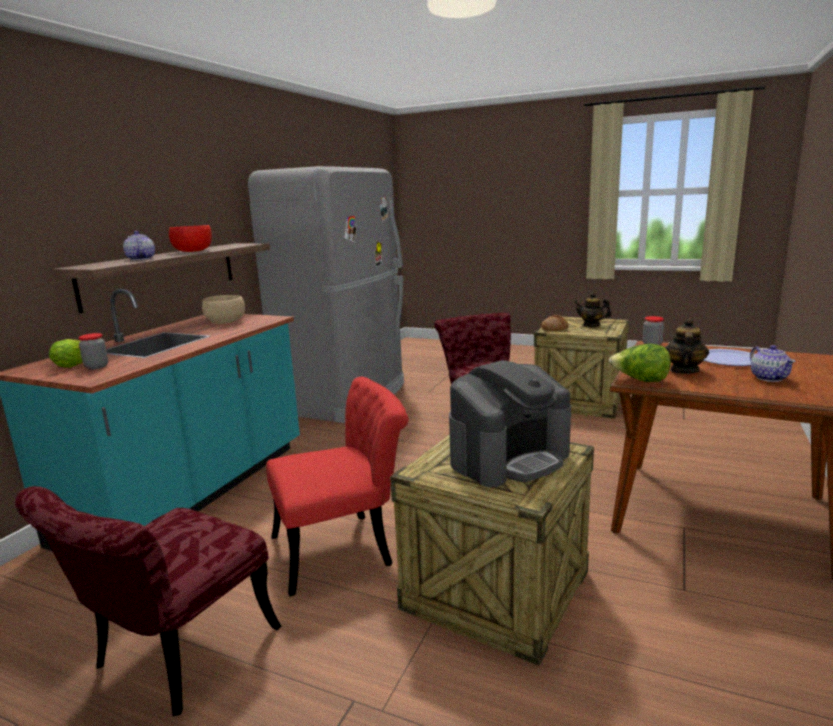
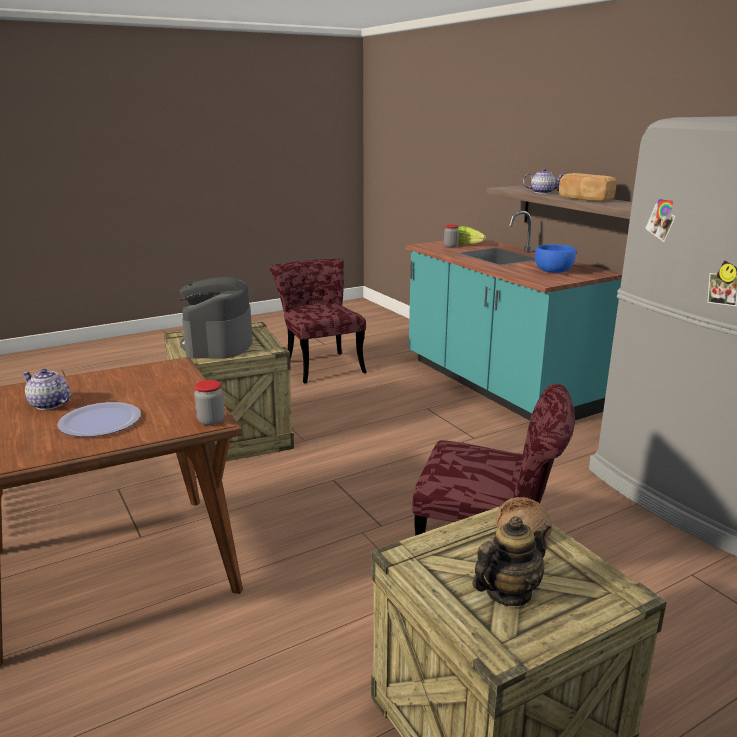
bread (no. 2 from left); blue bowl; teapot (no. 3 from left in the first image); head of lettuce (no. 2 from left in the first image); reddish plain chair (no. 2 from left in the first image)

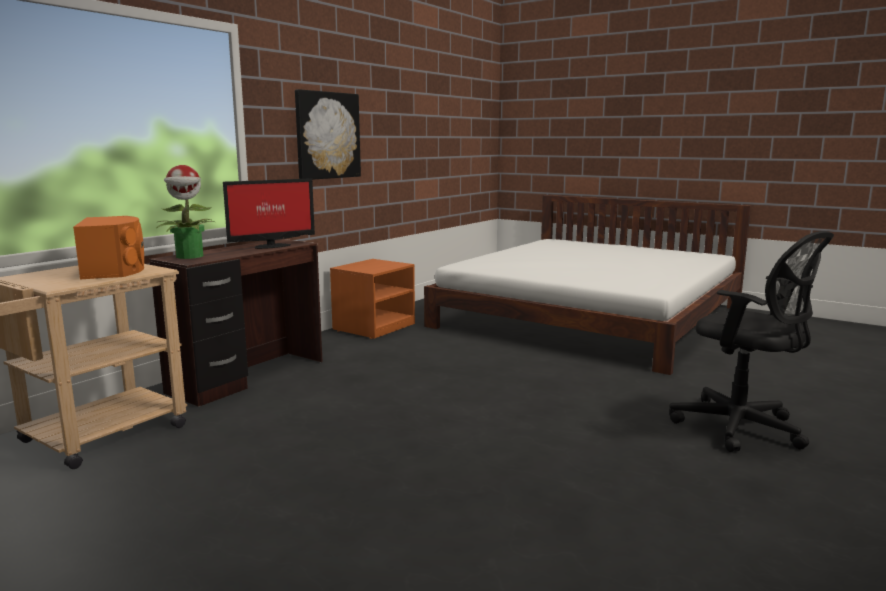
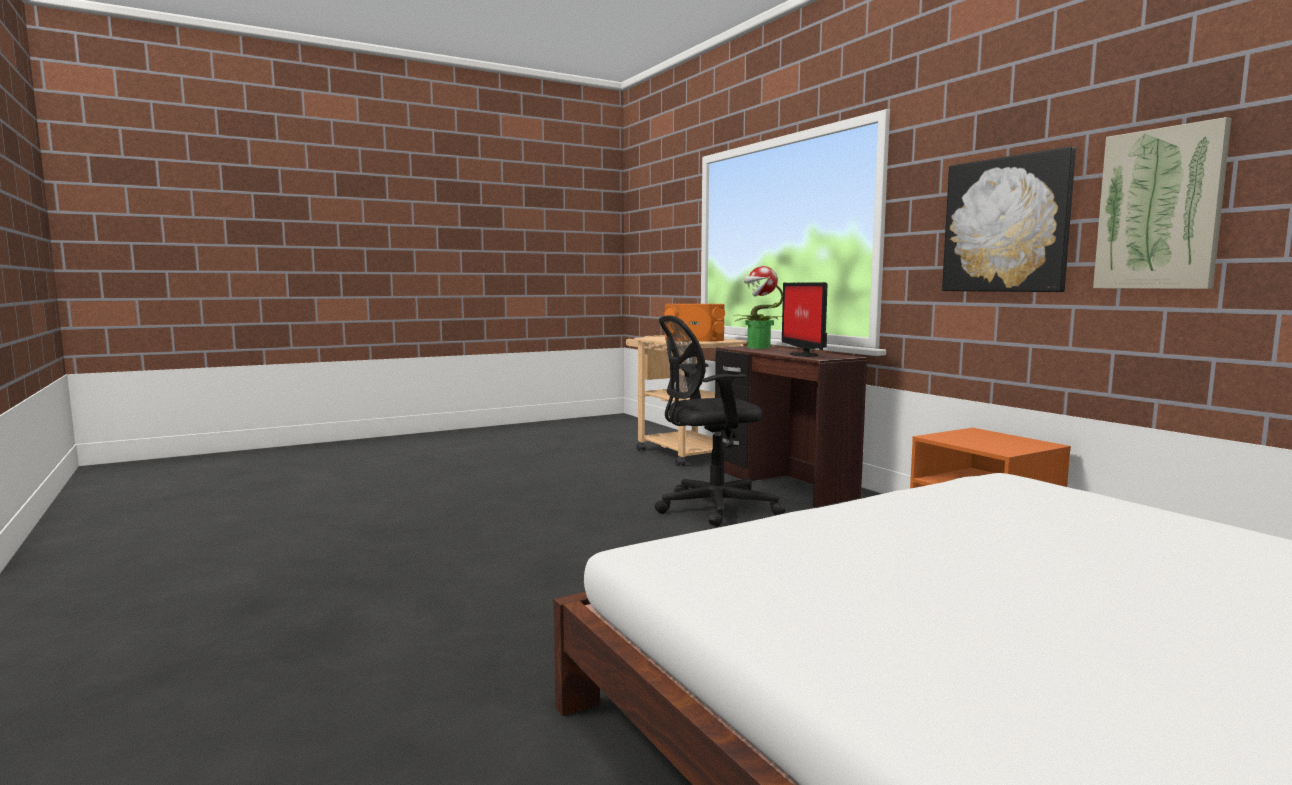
black office chair; wall picture (no. 2 from left)

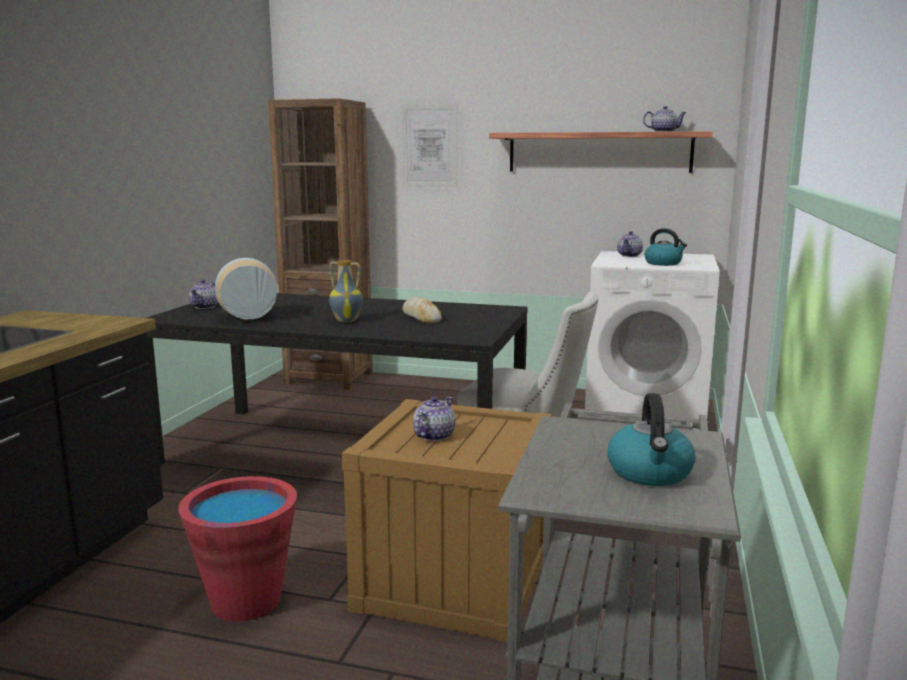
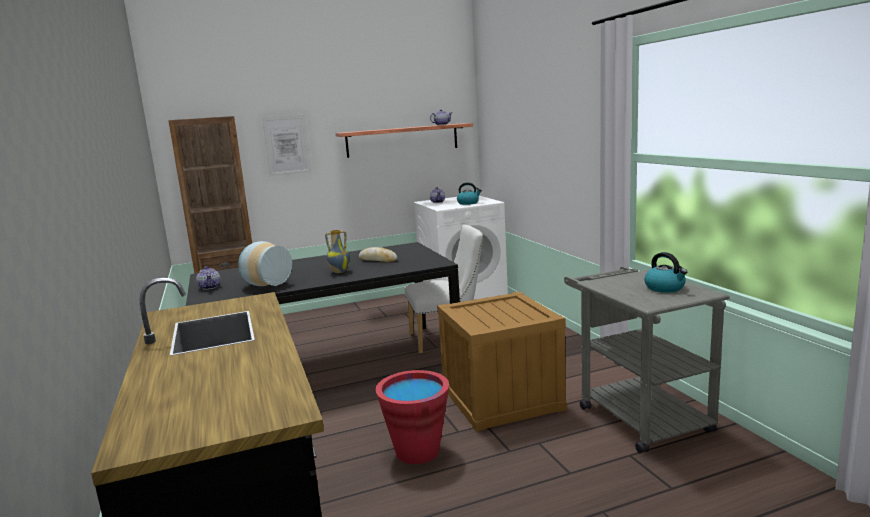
teapot (no. 2 from left in the first image)

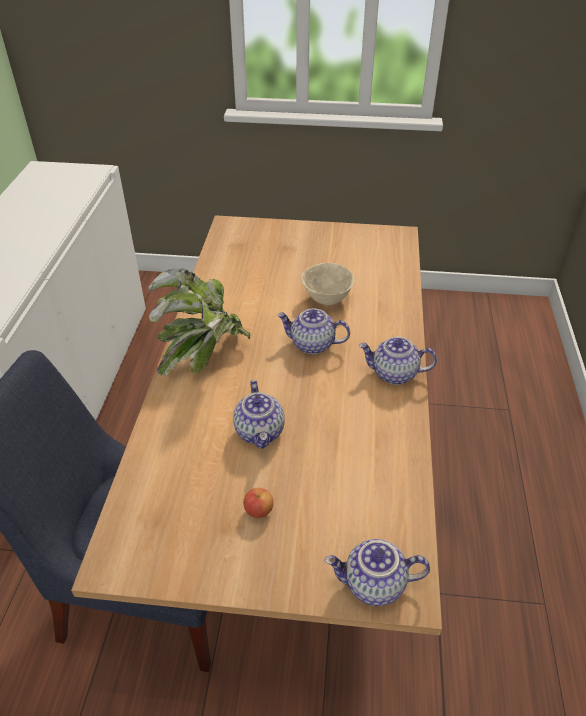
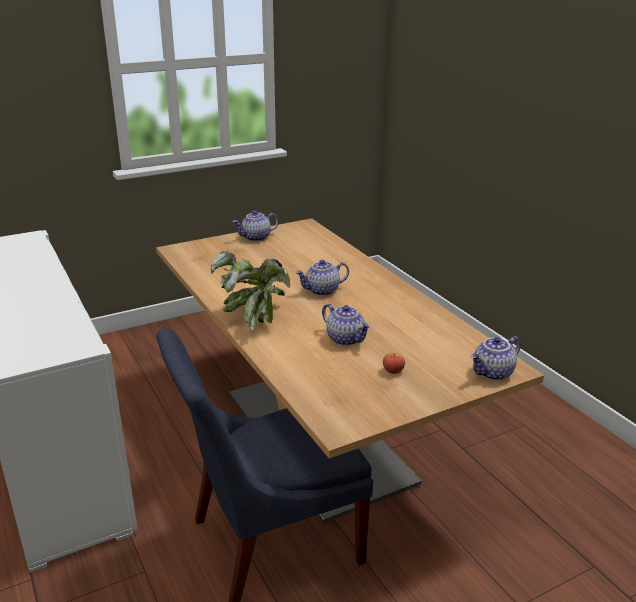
beige-coloured bowl; teapot (no. 1 from left)

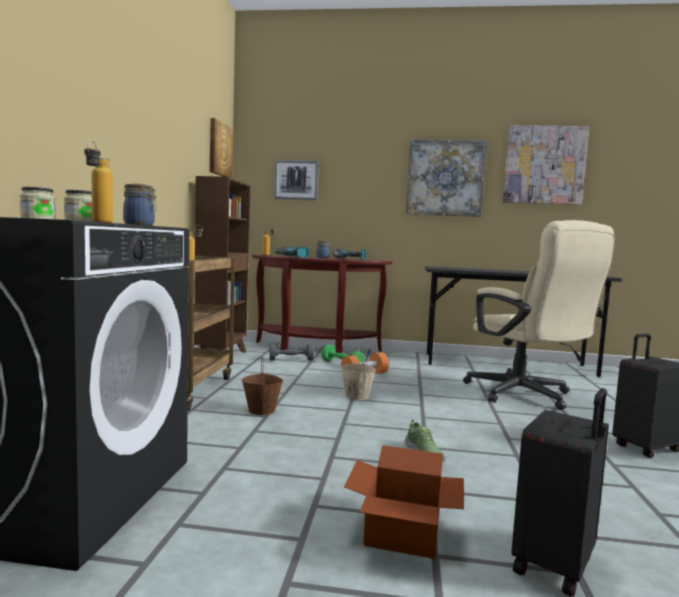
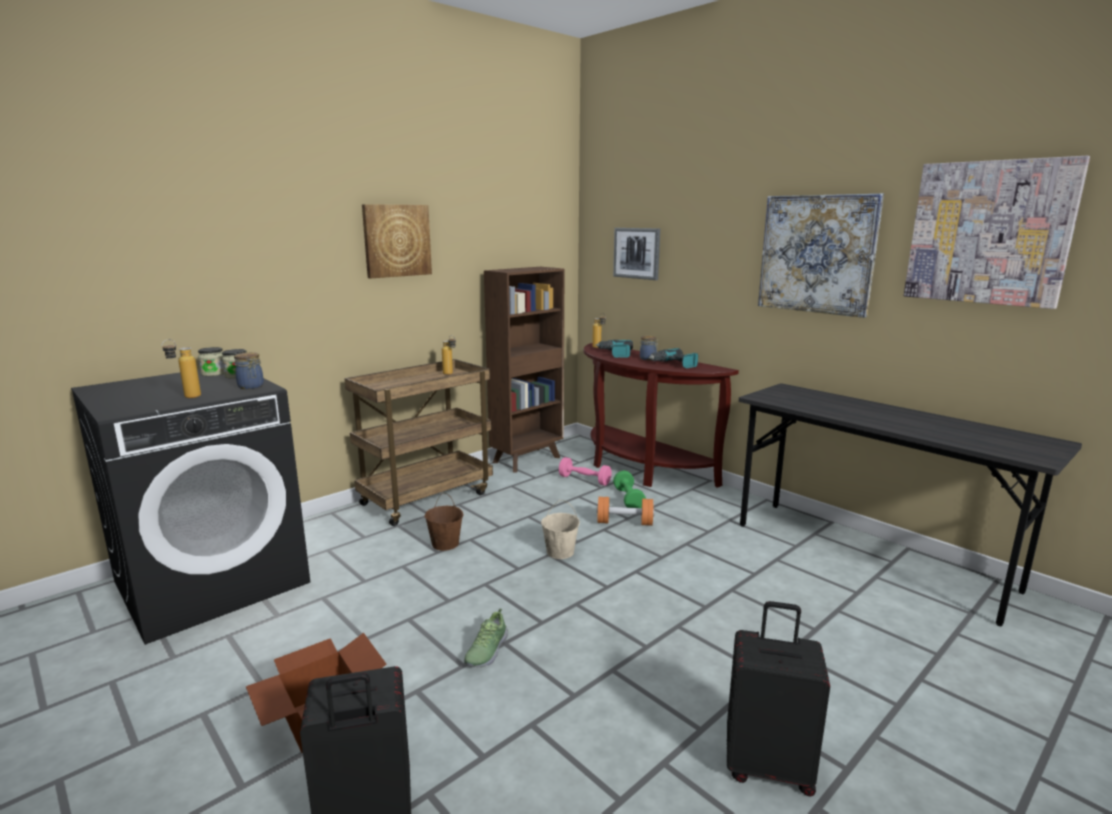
wall picture (no. 1 from left); beige-coloured office chair; pink hand weight

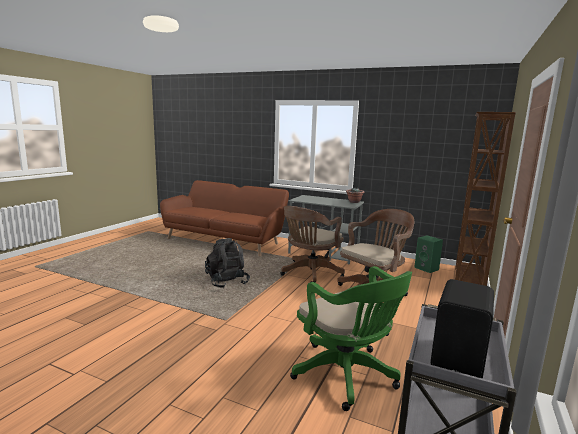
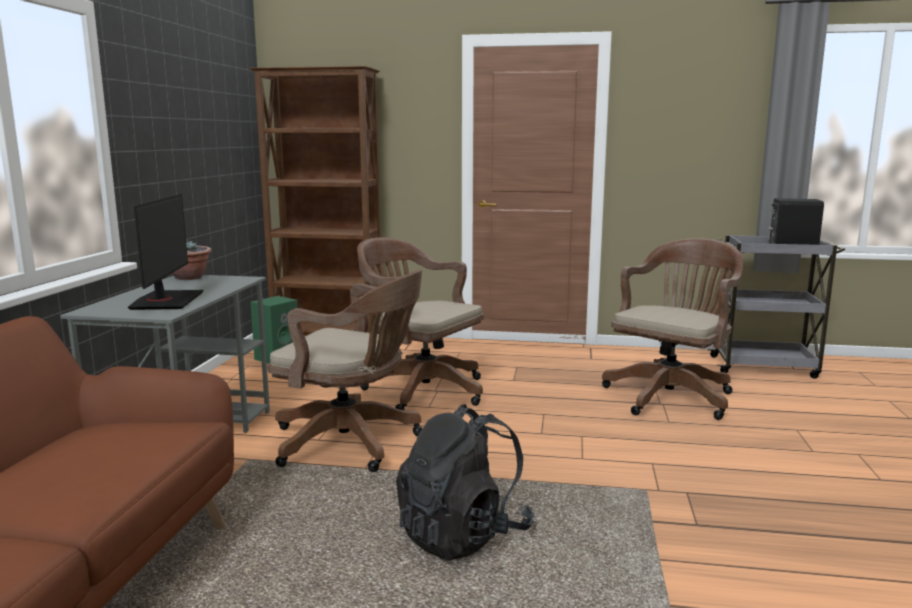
brown-coloured office chair (no. 3 from left); monitor

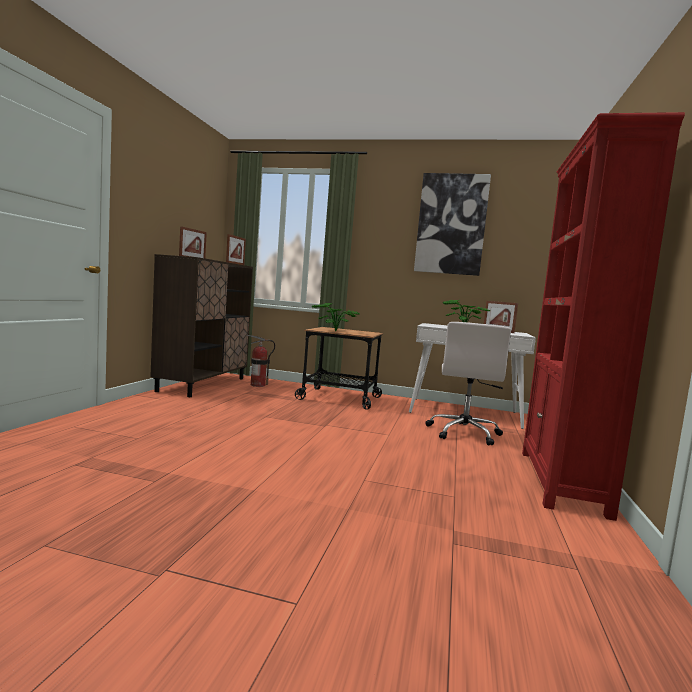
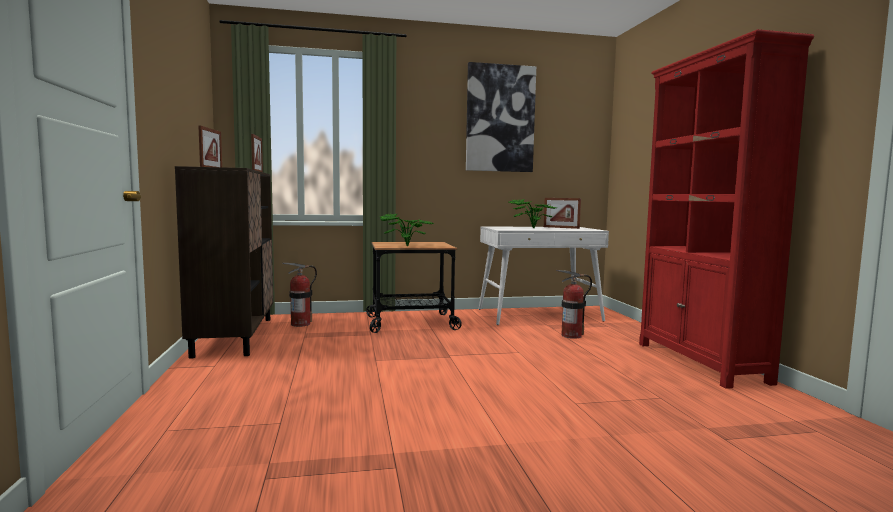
fire extinguisher (no. 2 from left)

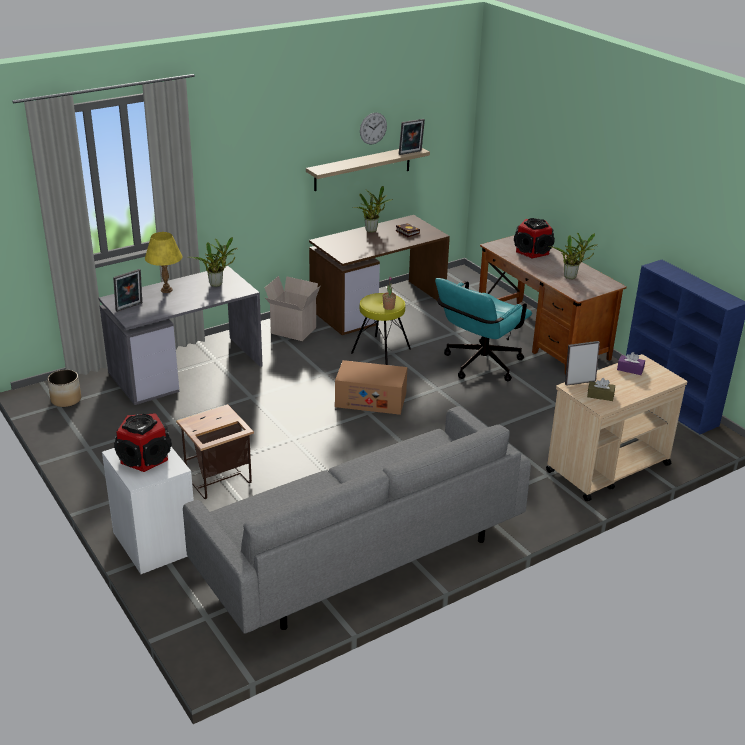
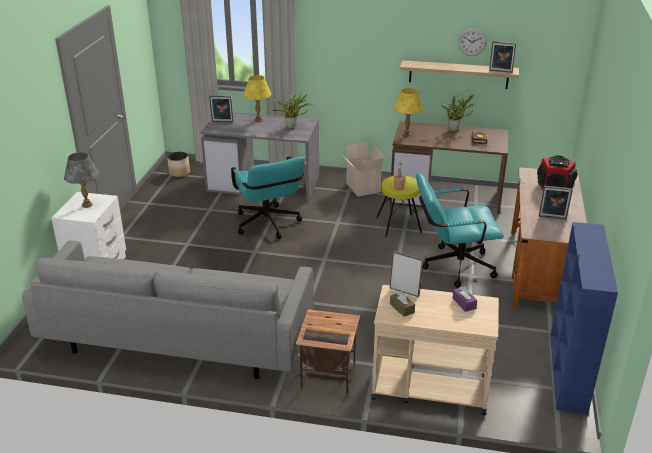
photo frame (no. 4 from left); carton (no. 2 from left in the first image); side table; gray lamp for a table; yellowish lamp for a table (no. 2 from left); turquoise office chair (no. 1 from left)

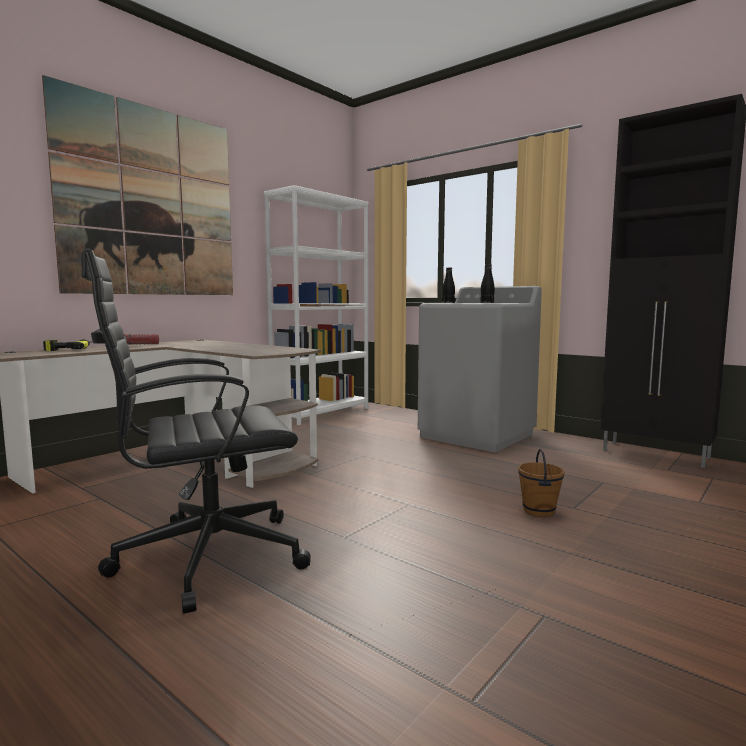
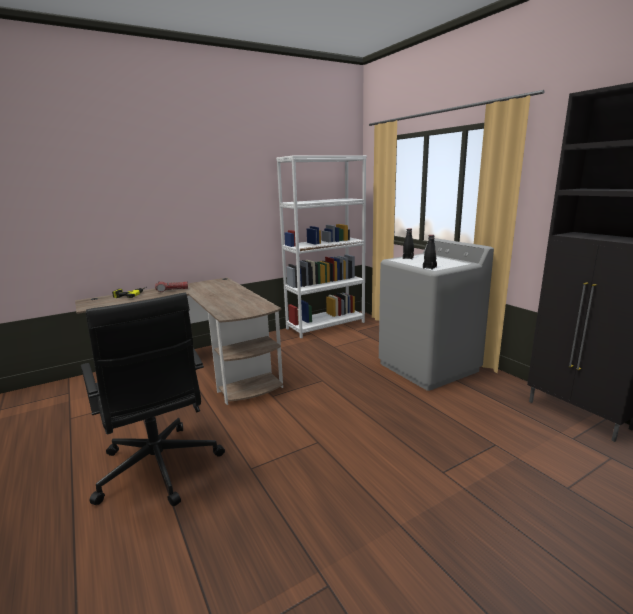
wall picture; black office chair; brown-coloured bucket

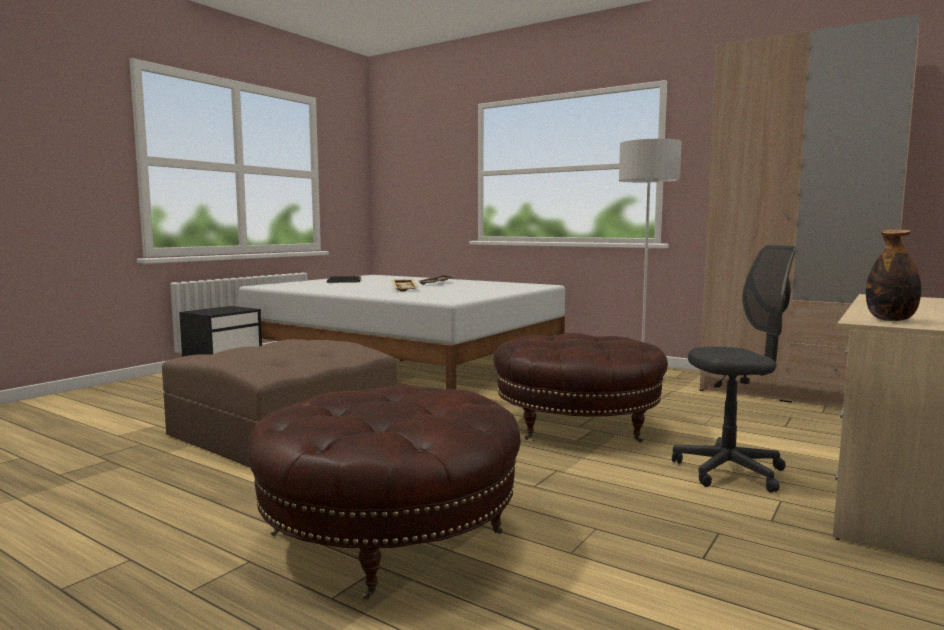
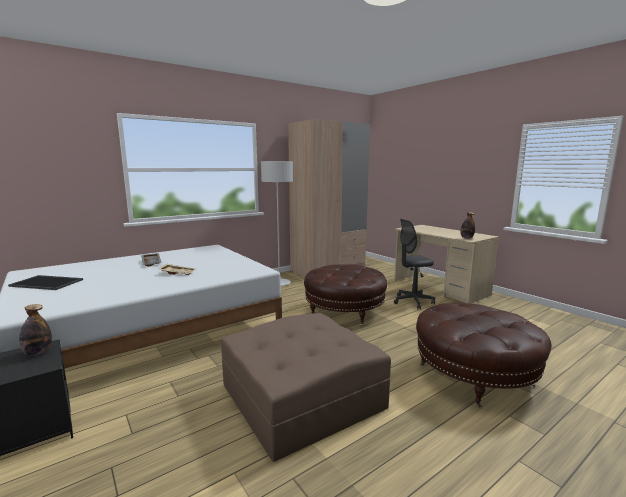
gray office chair; beverage bottle (no. 1 from left)

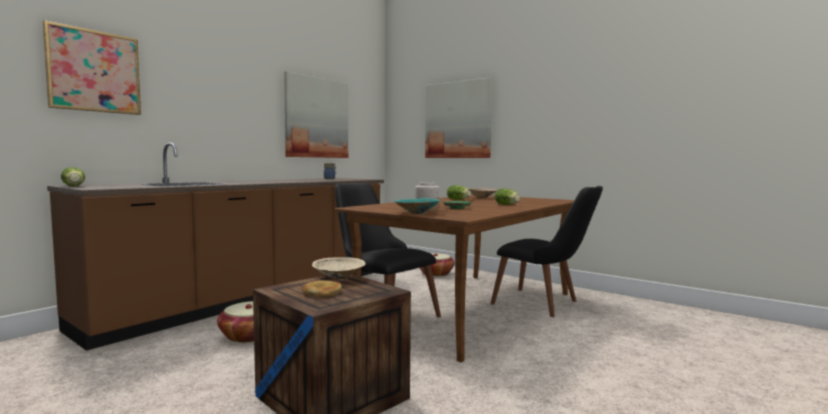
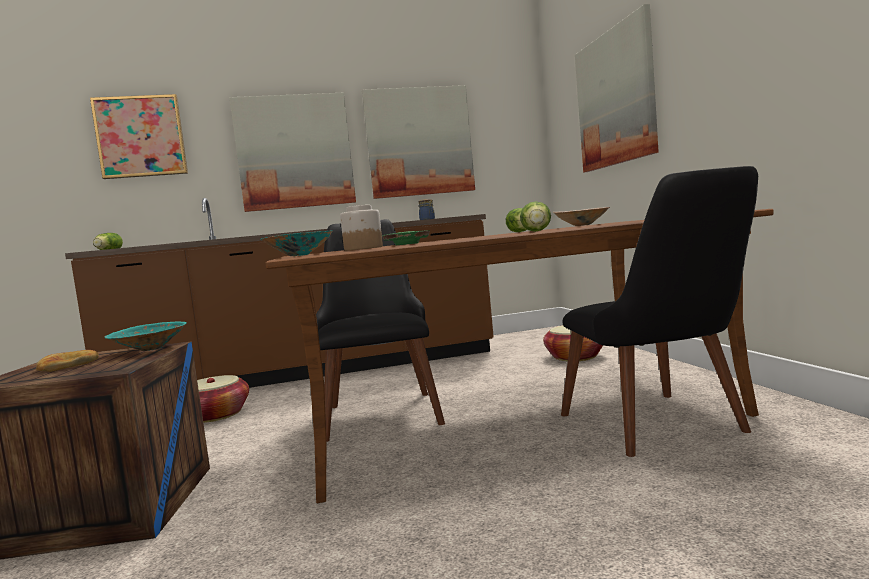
turquoise bowl (no. 1 from left); wall picture (no. 2 from left)

